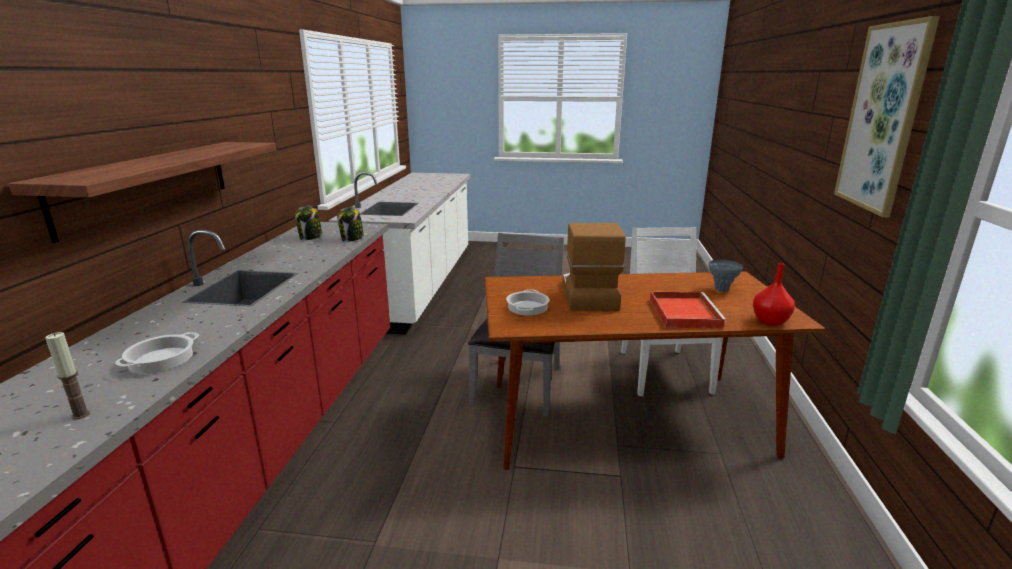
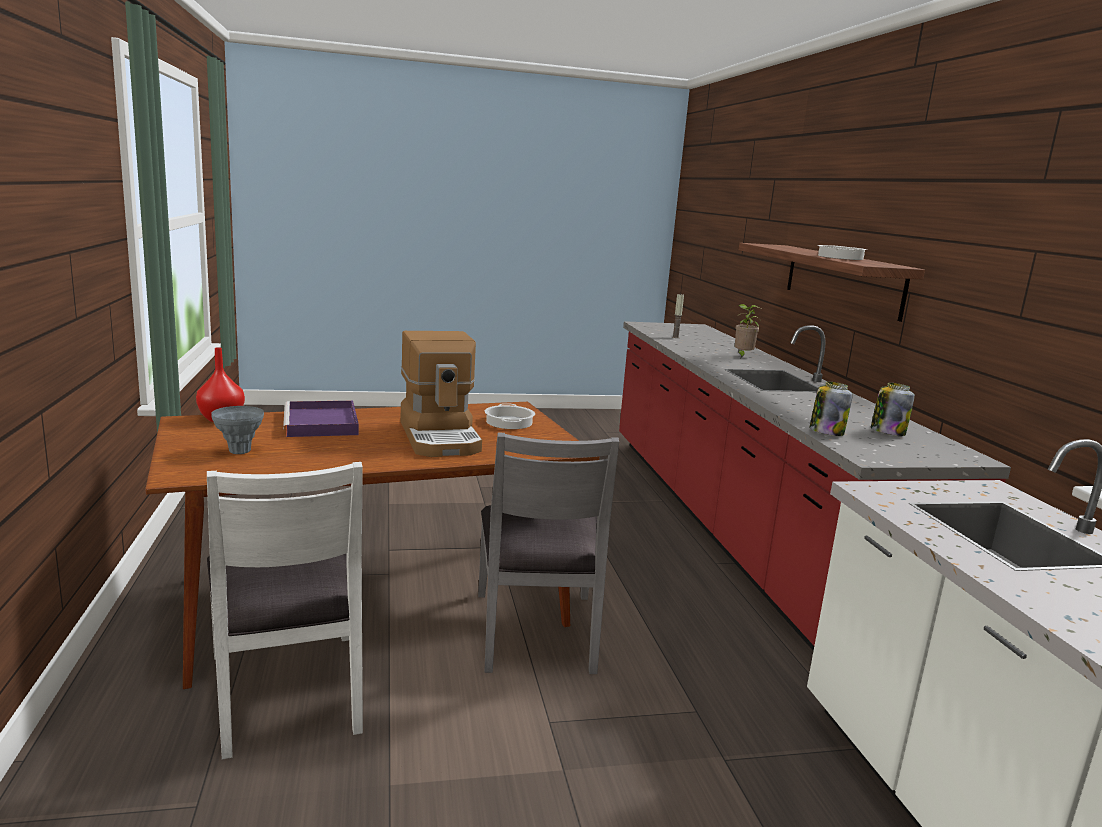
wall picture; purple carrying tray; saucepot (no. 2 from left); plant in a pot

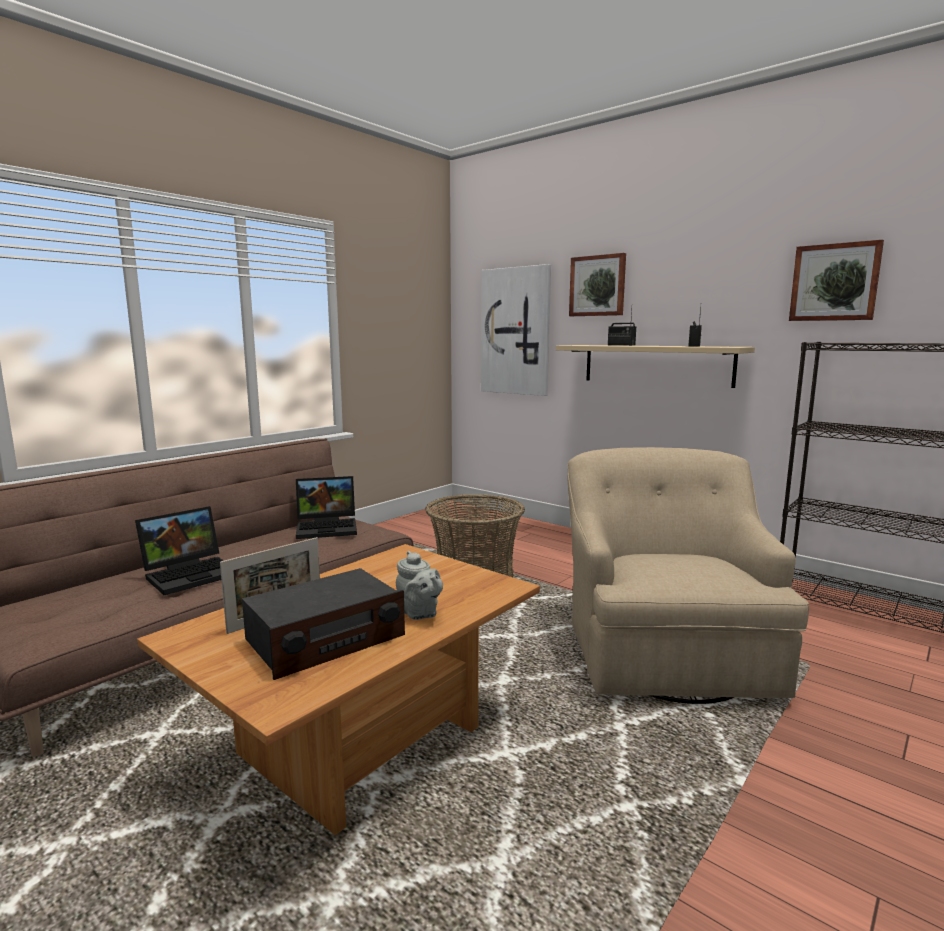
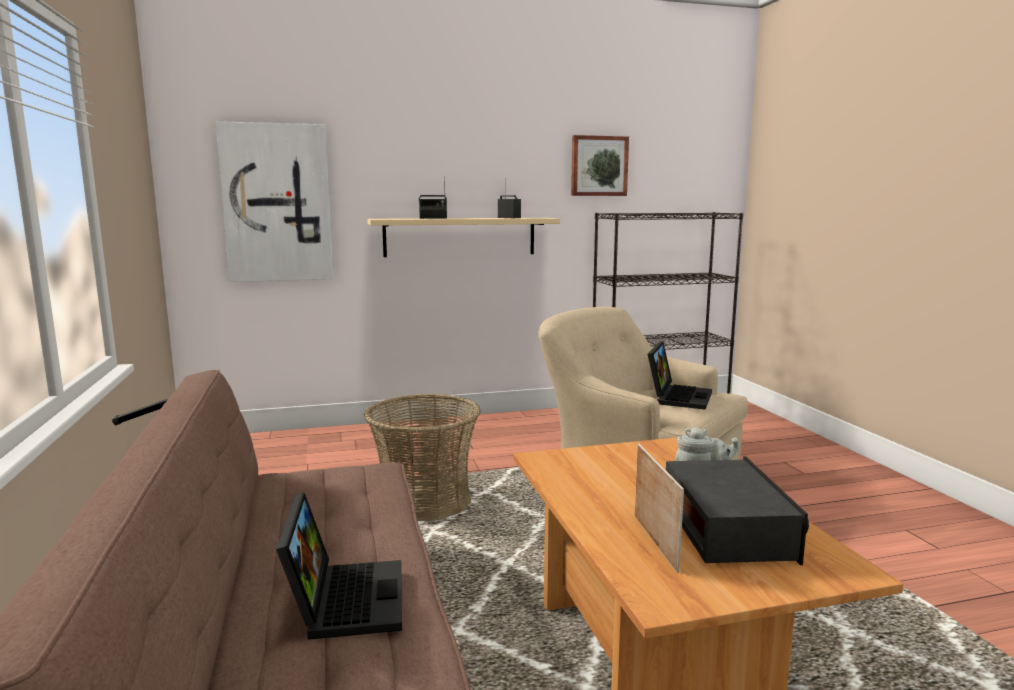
wall picture (no. 2 from left in the first image); notebook computer (no. 2 from left)

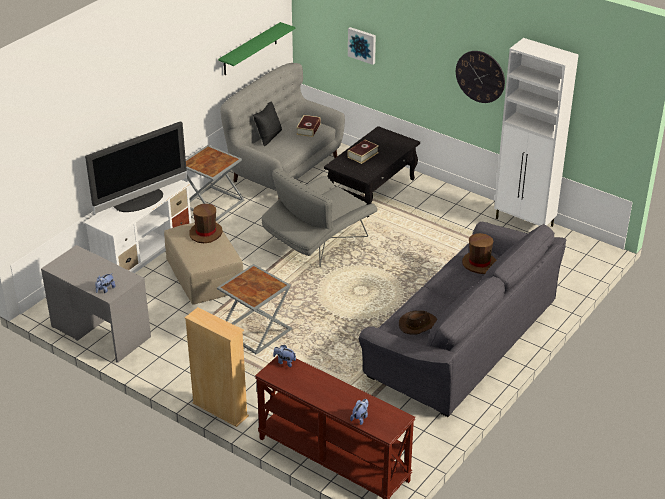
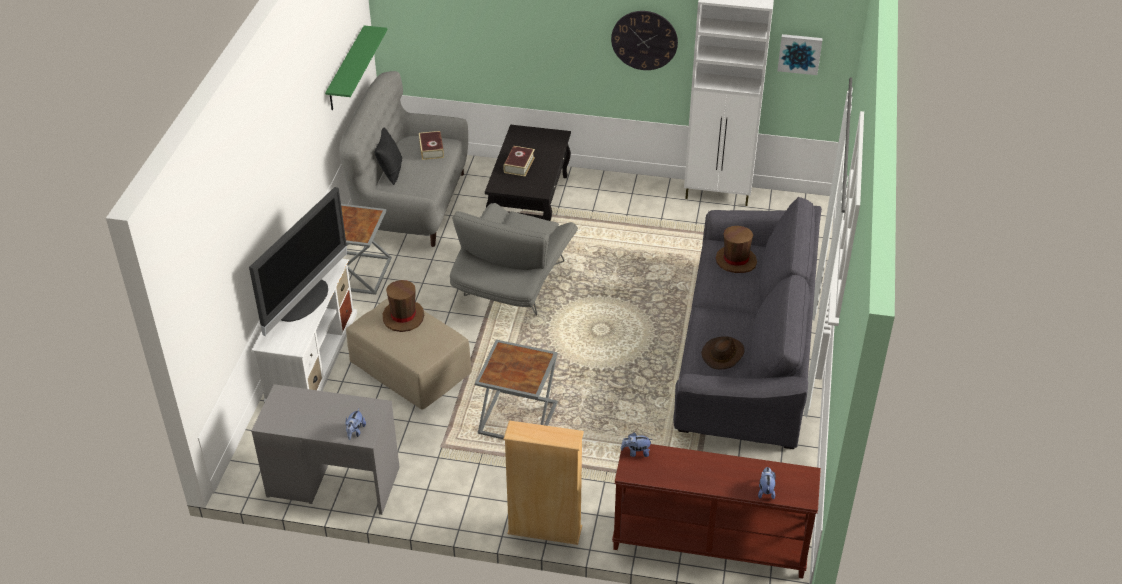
wall picture

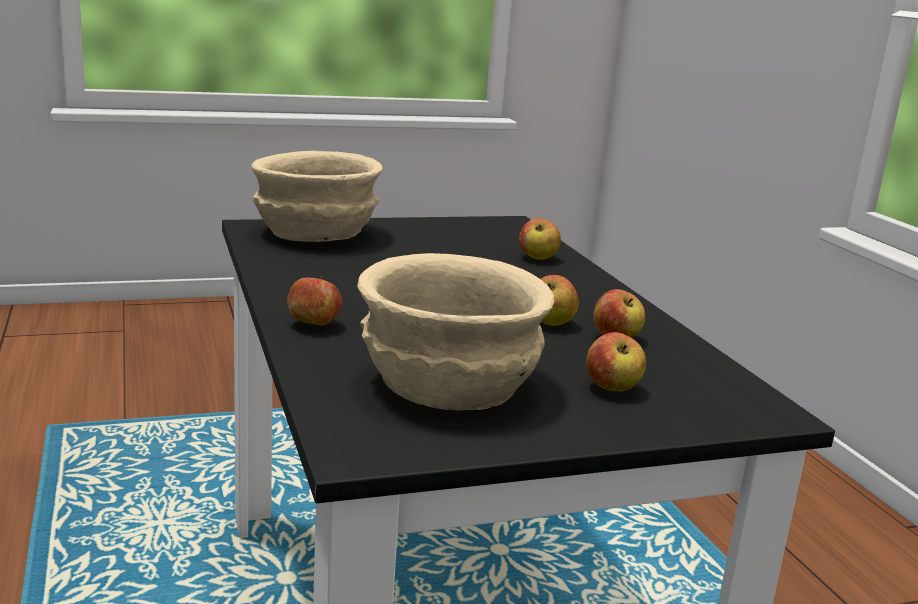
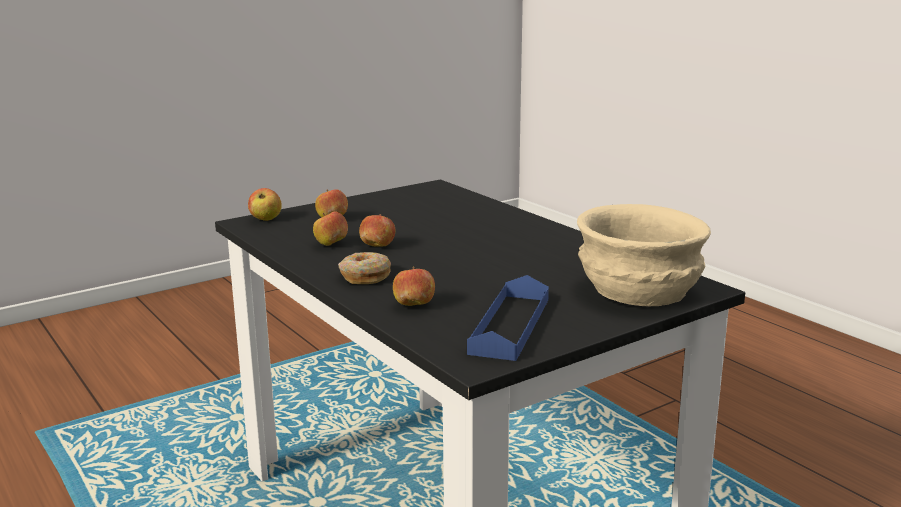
beige-coloured bowl (no. 2 from left in the first image); apple fruit (no. 1 from left); doughnut; blue carrying tray

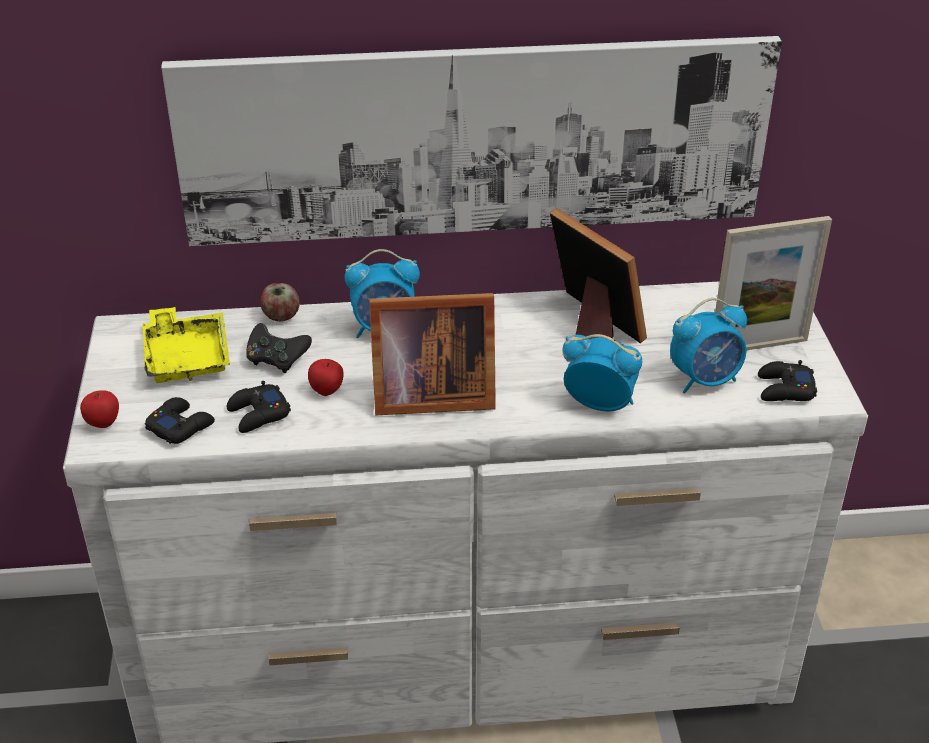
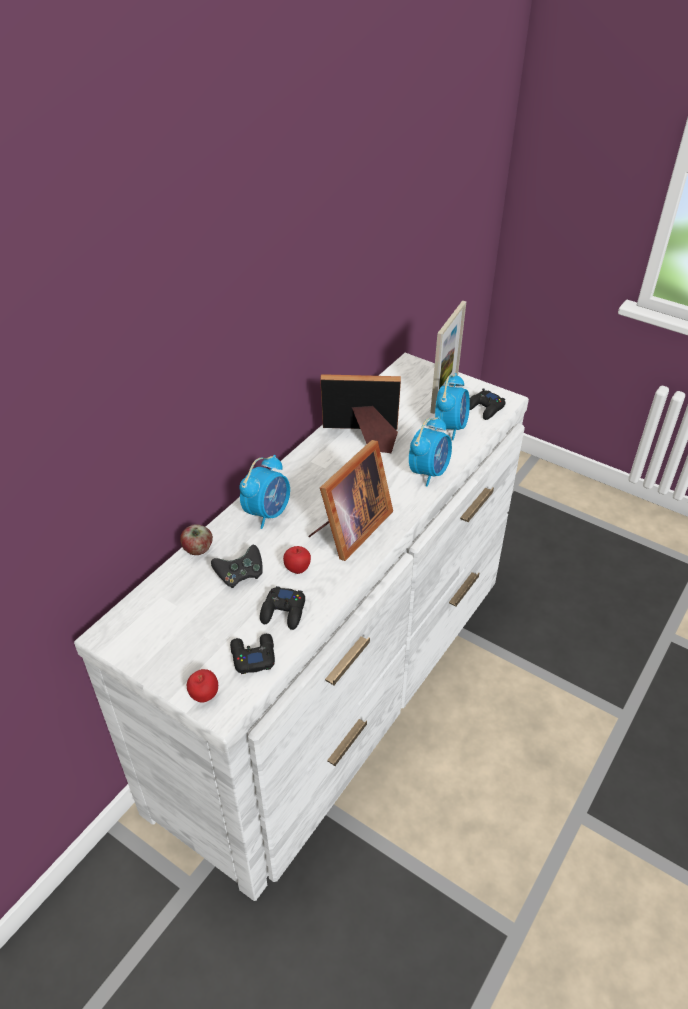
wall picture; yellowish carrying tray; table clock (no. 2 from left)

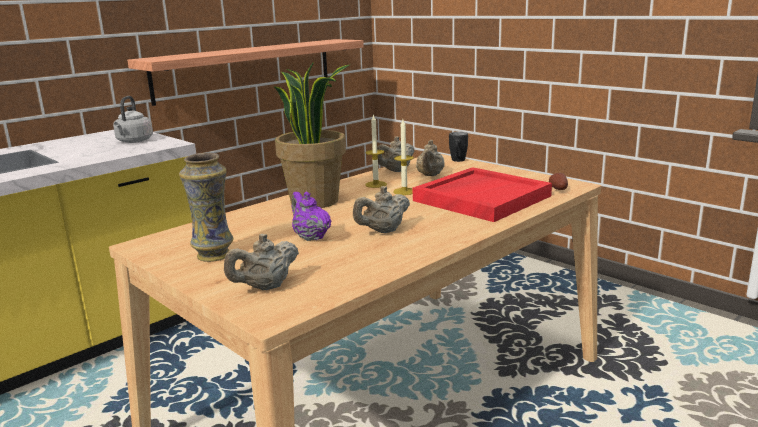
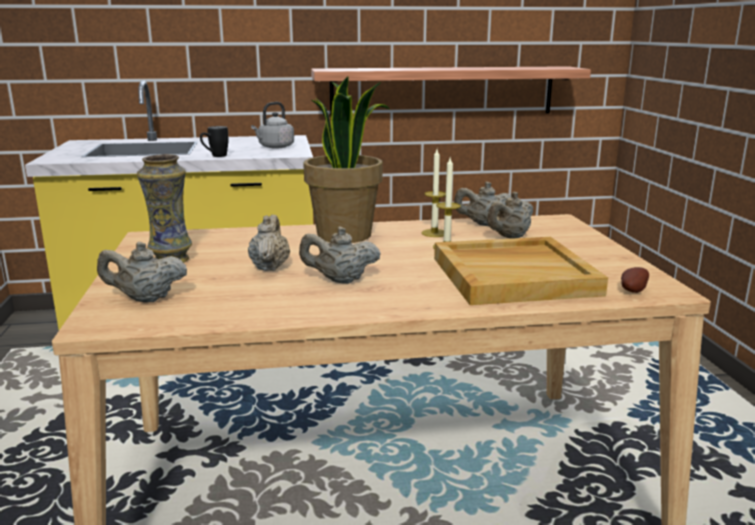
black tea mug; beige-coloured carrying tray; beige-coloured teapot (no. 2 from left)

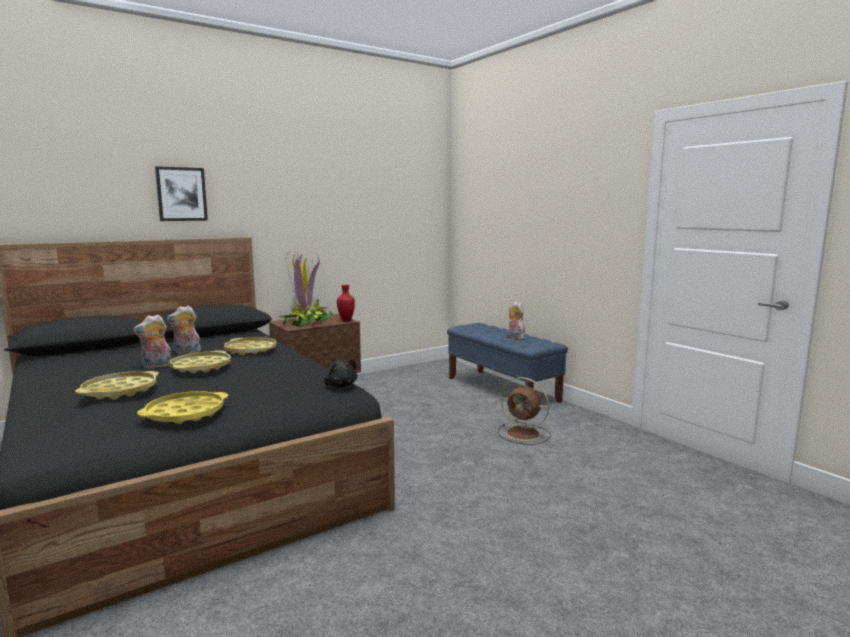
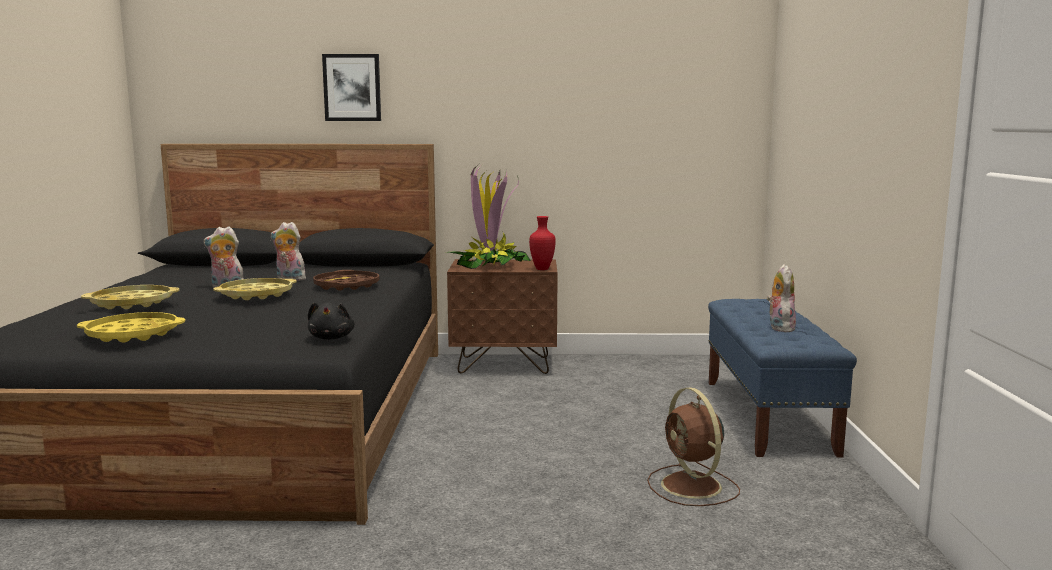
brown-coloured carrying tray

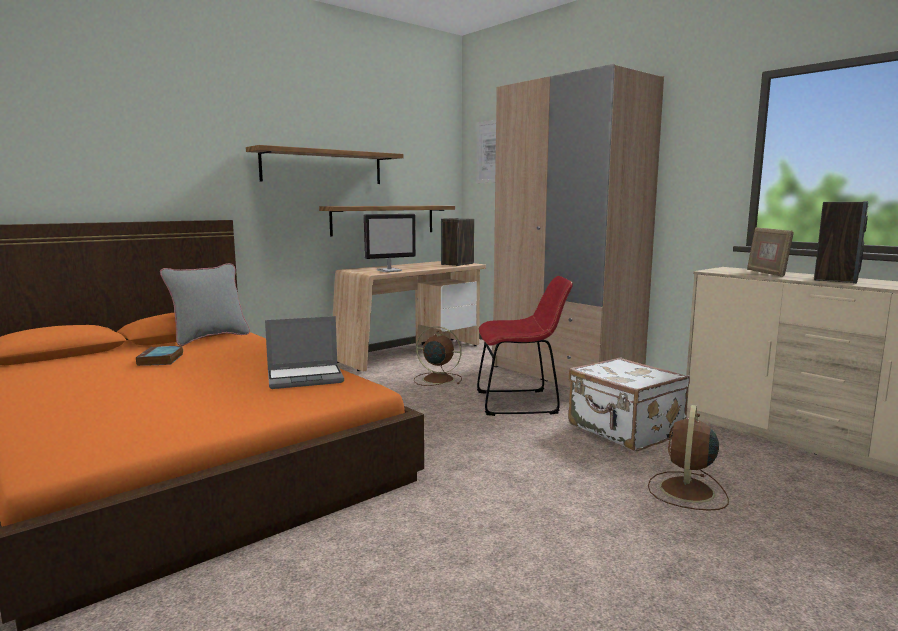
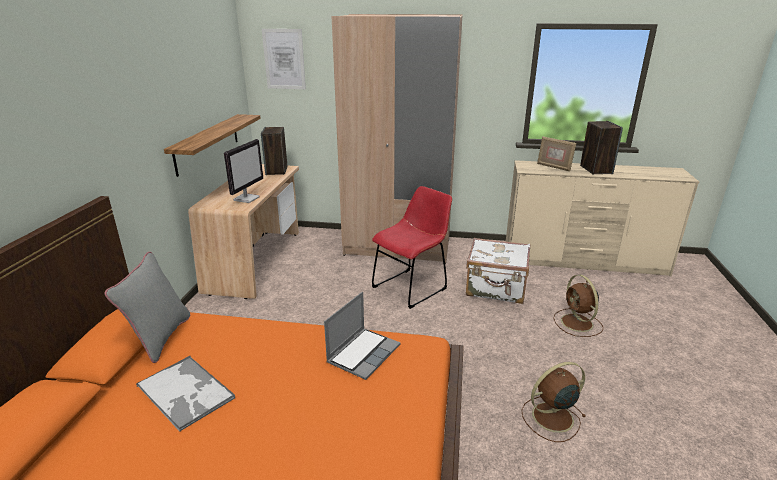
bracket shelf (no. 1 from left in the first image); brown-coloured electric fan (no. 1 from left); carrying tray

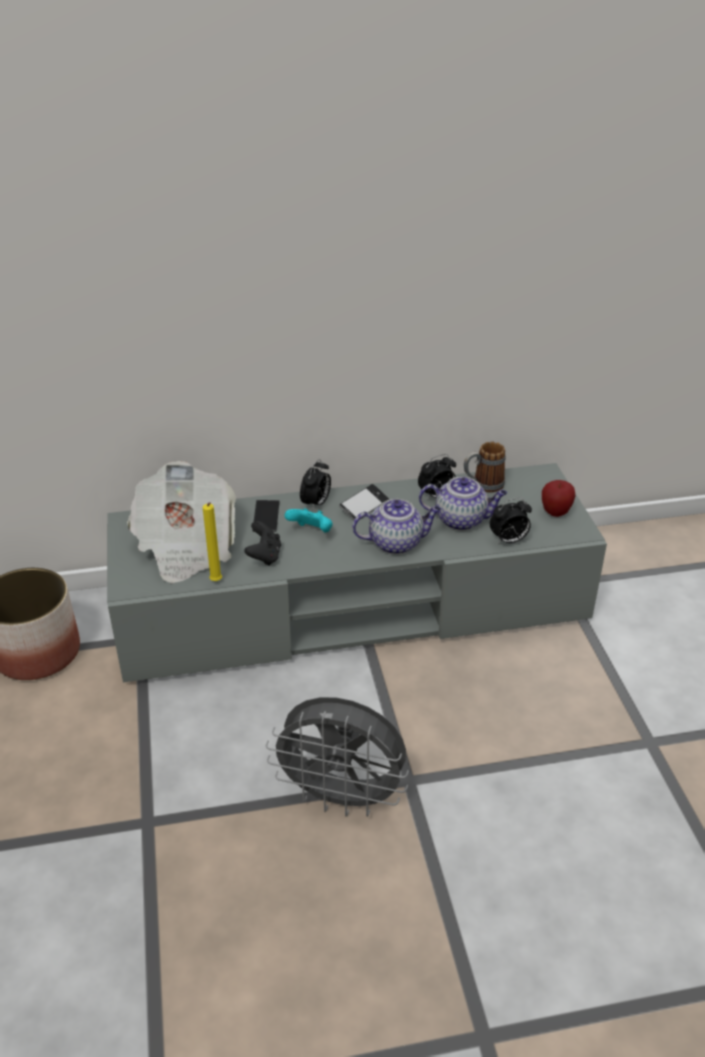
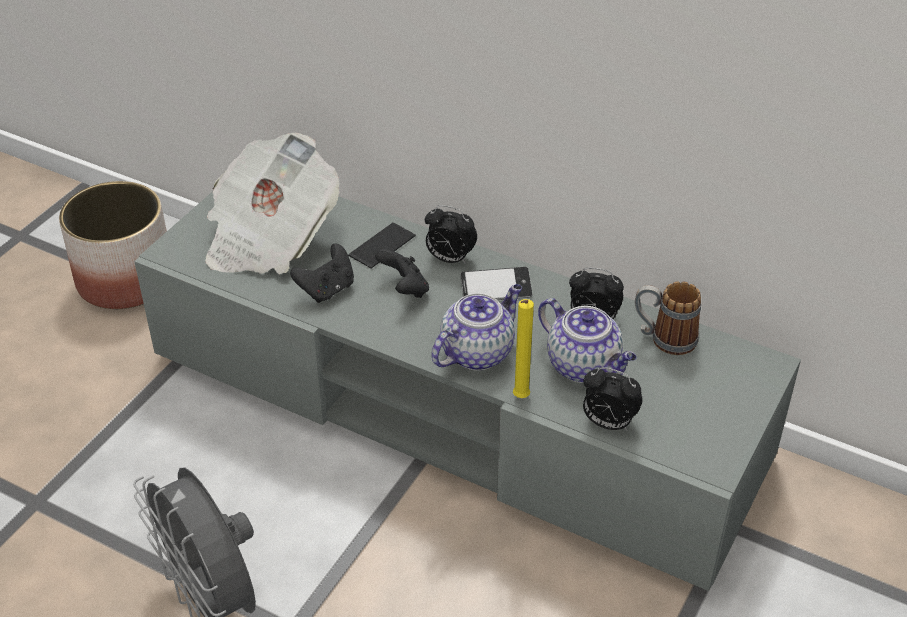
table clock (no. 1 from left); apple fruit; teapot (no. 1 from left); yellowish candle; black gamepad (no. 2 from left)

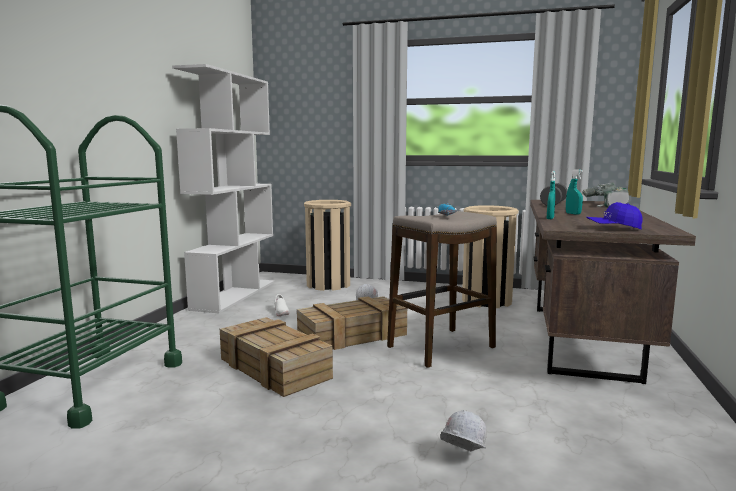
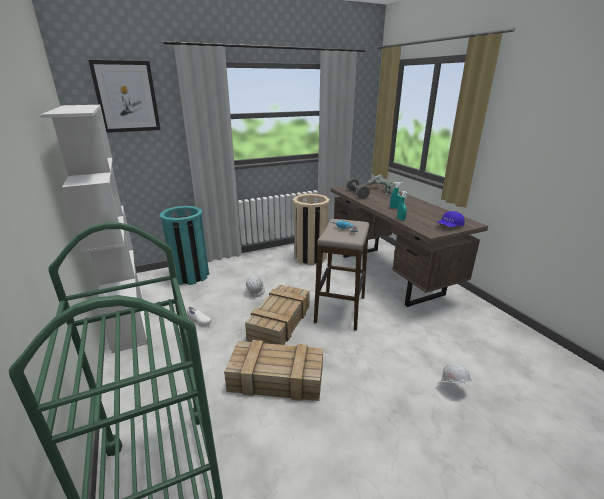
turquoise trash can; wall picture

